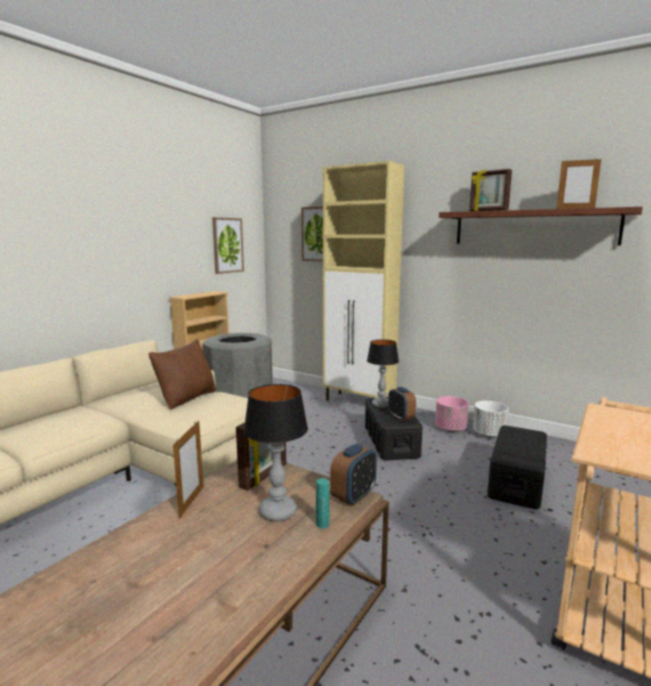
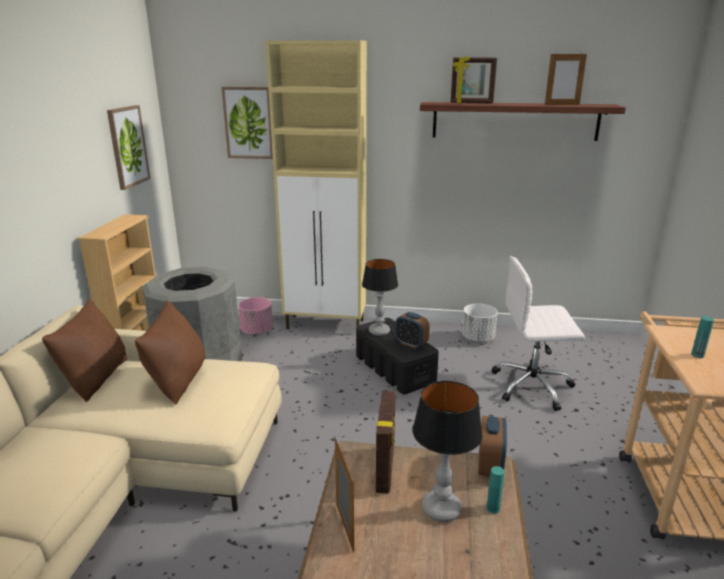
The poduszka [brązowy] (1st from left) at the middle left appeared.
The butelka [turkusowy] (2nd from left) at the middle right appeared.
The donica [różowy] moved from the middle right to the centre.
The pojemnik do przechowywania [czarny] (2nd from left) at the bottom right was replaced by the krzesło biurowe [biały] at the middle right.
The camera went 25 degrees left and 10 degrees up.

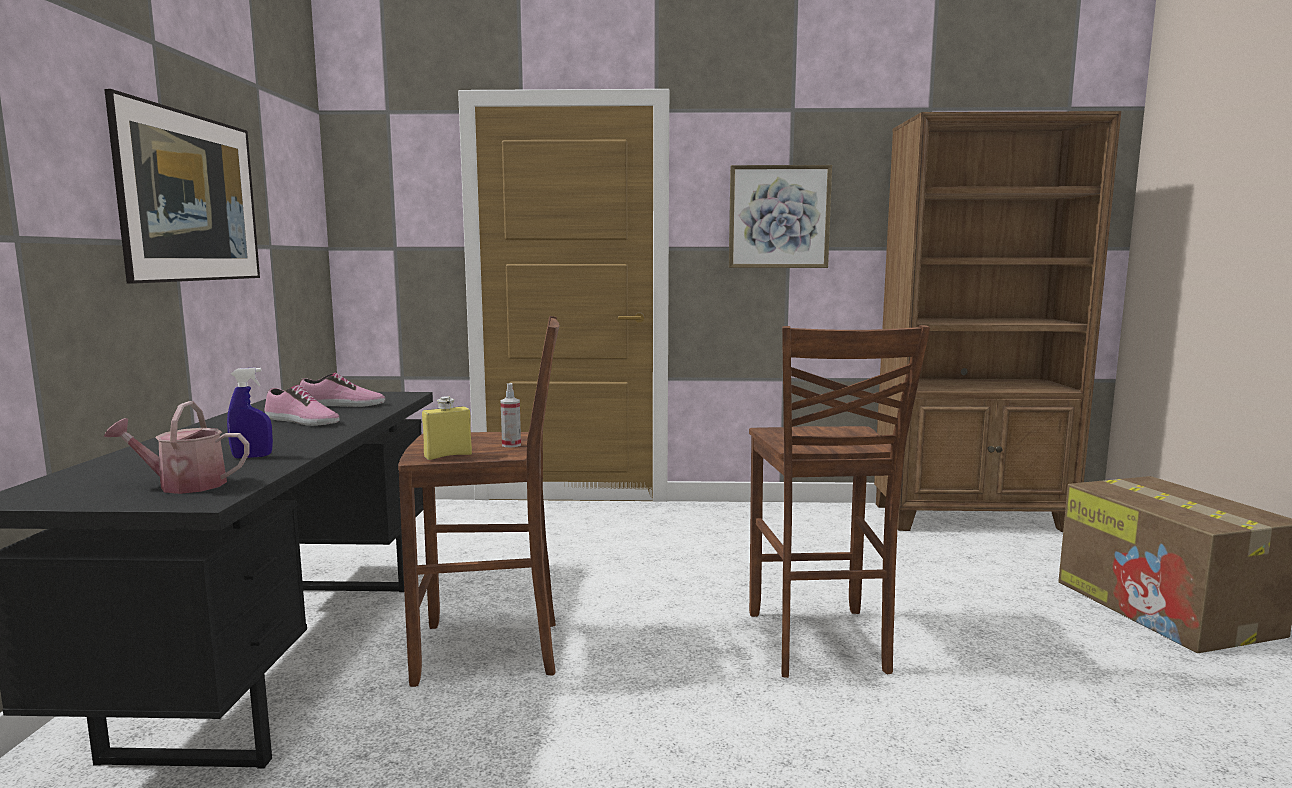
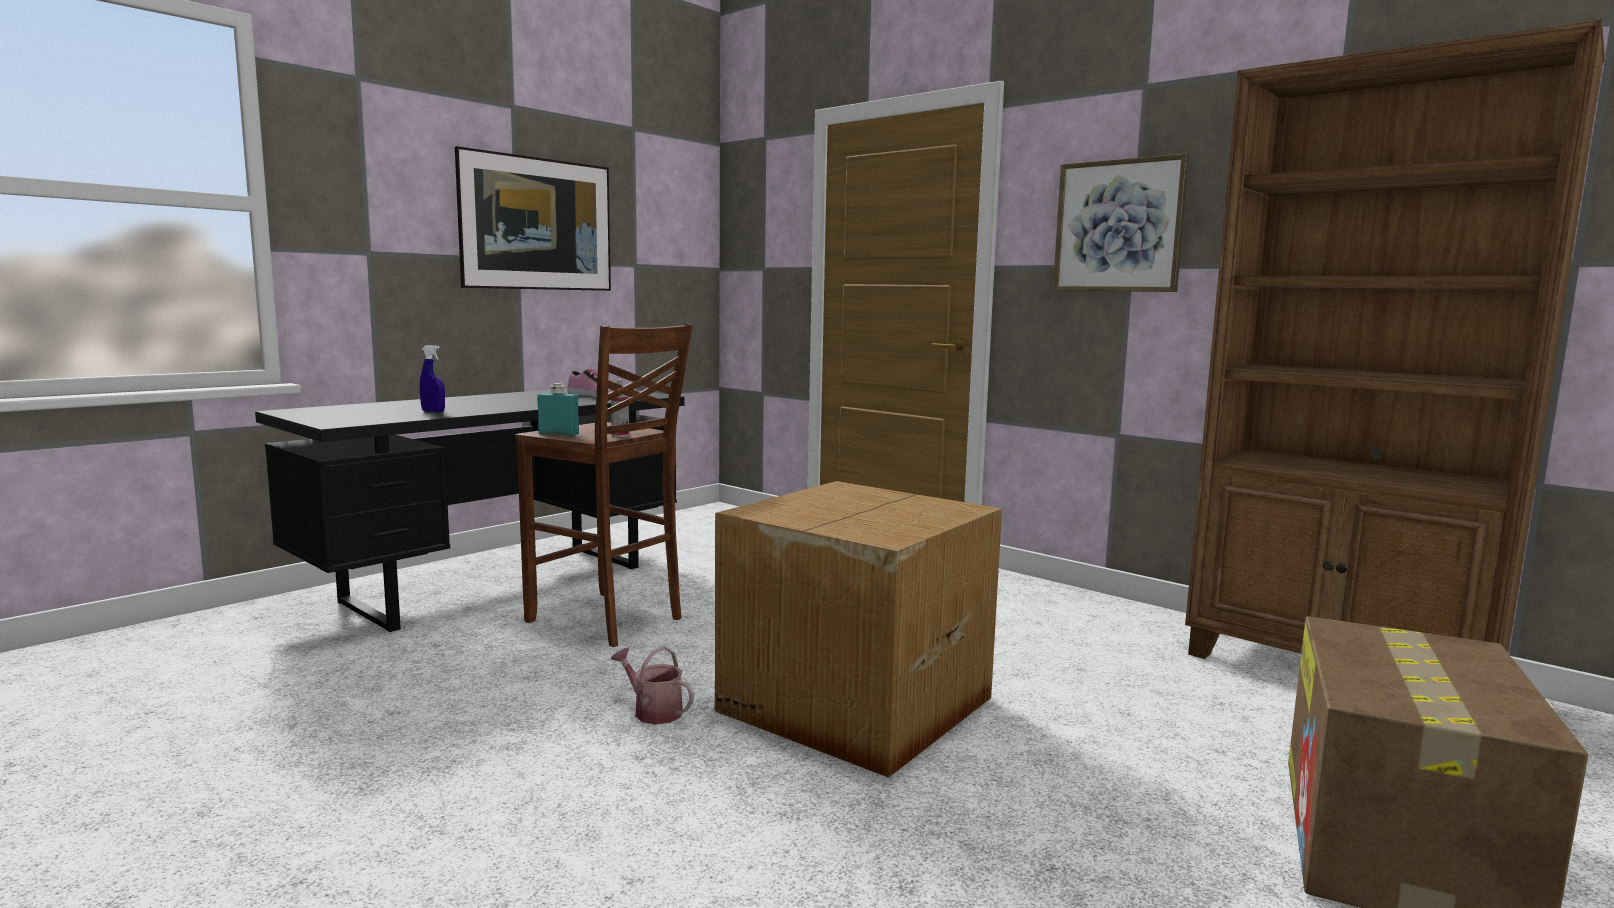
The but (1st from left) at the middle left disappeared.
The konewka moved from the middle left to the bottom centre.
The stołek [brązowy] (2nd from left) at the centre was replaced by the karton (1st from left) at the bottom centre.
The butelka [żółty] at the centre became the butelka [turkusowy] at the centre.
The camera went 40 degrees right and 0 degrees up.

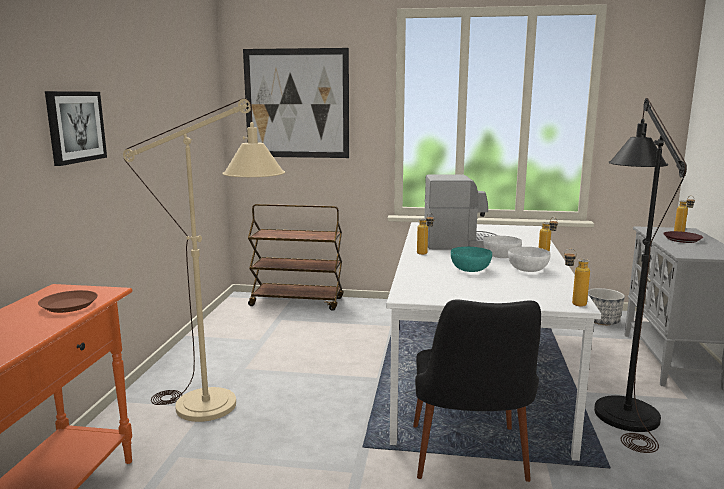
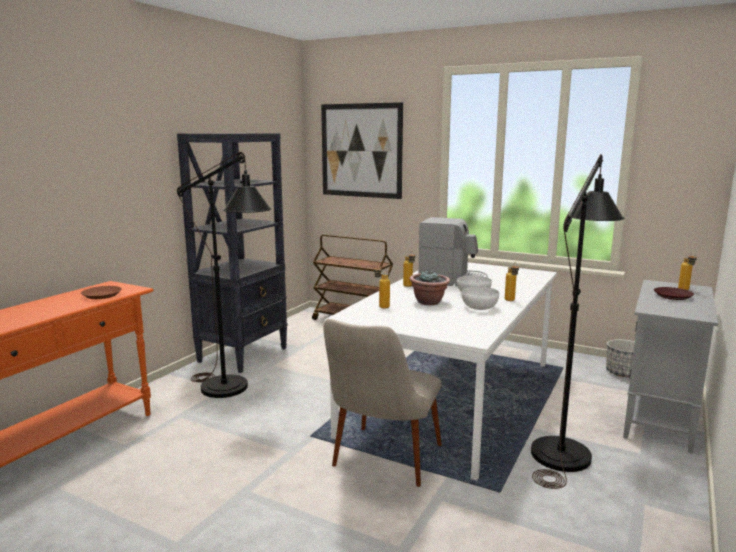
The obraz (1st from left) at the top left disappeared.
The regał [czarny] at the middle left appeared.
The butelka (3rd from left in the first image) moved from the middle right to the centre.
The miska [turkusowy] at the centre was replaced by the roślina doniczkowa at the centre.
The lampa stojąca [beżowy] at the middle left became the lampa stojąca [czarny] (1st from left) at the middle left.
The krzesło [czarny] at the bottom centre became the krzesło [beżowy] at the bottom centre.
The camera went 20 degrees right and 0 degrees up.

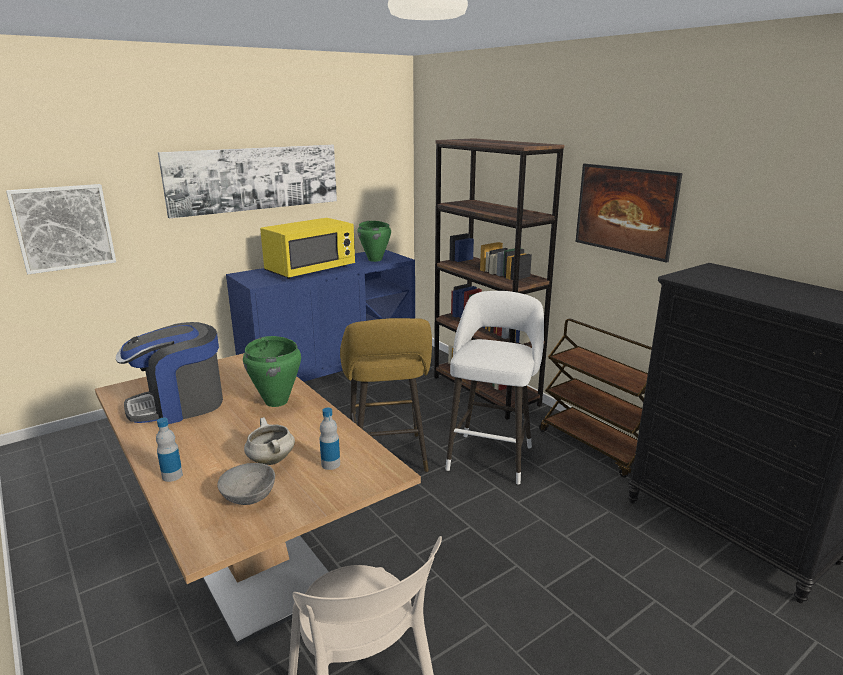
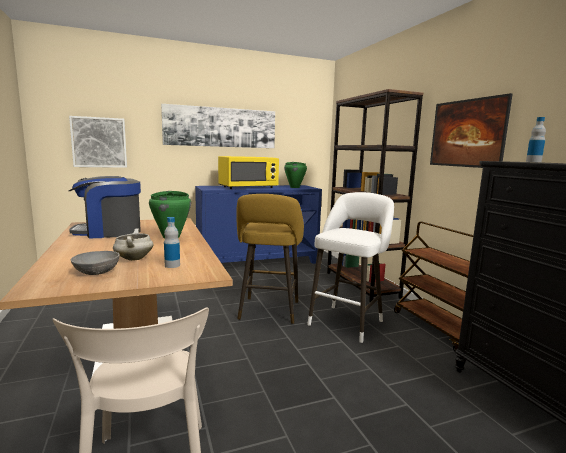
The butelka (1st from left in the first image) moved from the bottom left to the top right.
The camera went 15 degrees right and 10 degrees down.

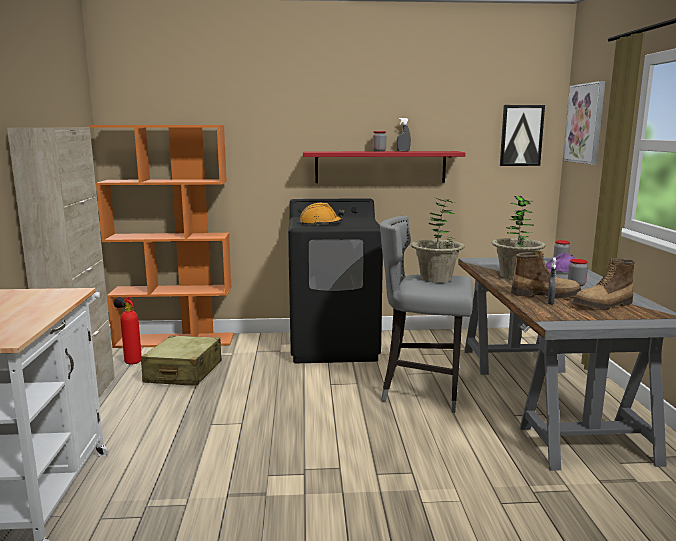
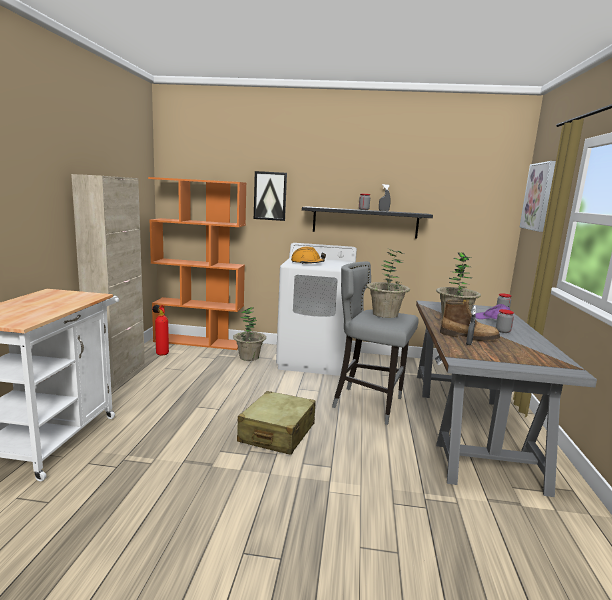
The but z cholewką (2nd from left) at the middle right disappeared.
The roślina doniczkowa (1st from left) at the centre appeared.
The walizka [beżowy] moved from the middle left to the bottom centre.
The obraz (1st from left) moved from the top right to the top centre.
The pralka [czarny] at the centre became the pralka [biały] at the centre.
The półka [czerwony] at the top centre became the półka [czarny] at the centre.
The camera went 10 degrees right and 0 degrees up.

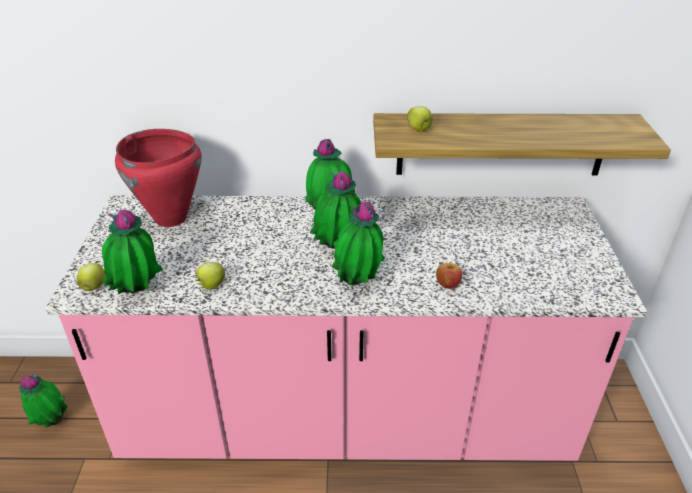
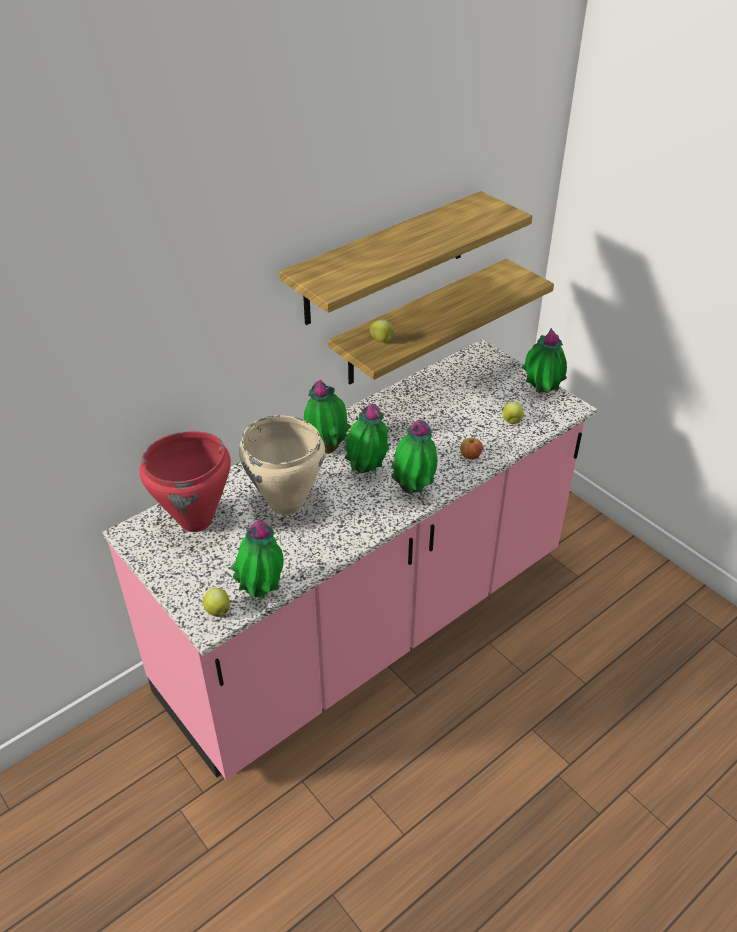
The garnek [beżowy] at the centre appeared.
The półka (1st from left) at the top centre appeared.
The roślina doniczkowa (1st from left in the first image) moved from the bottom left to the middle right.
The jabłko (2nd from left in the first image) moved from the middle left to the middle right.
The camera went 40 degrees left and 5 degrees up.

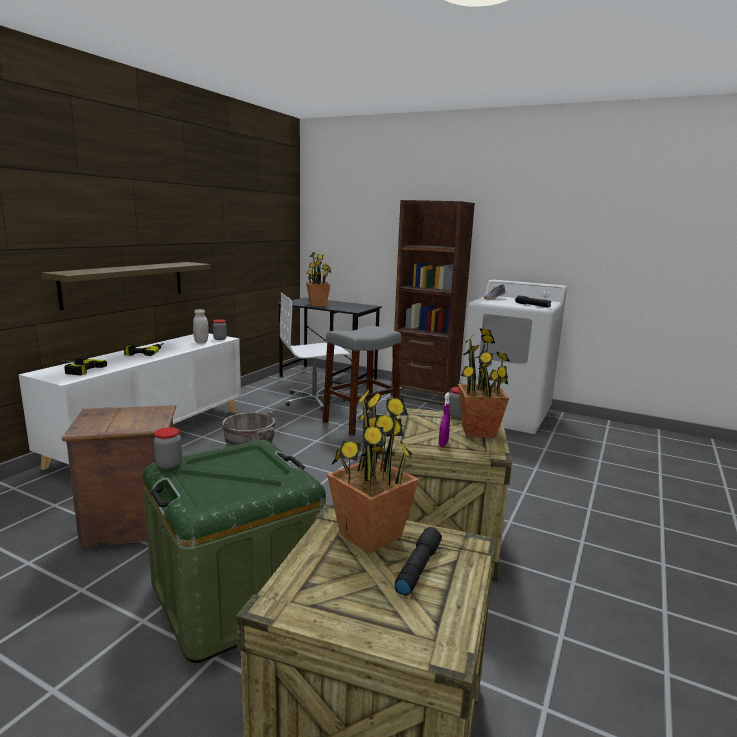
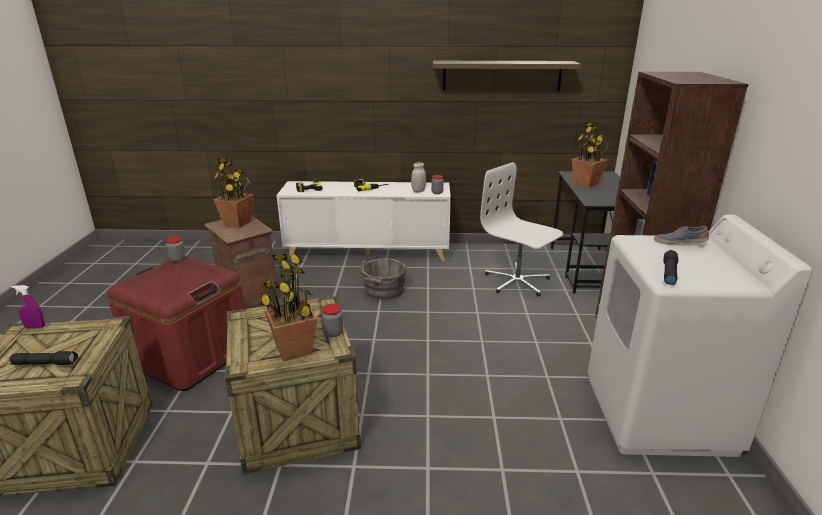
The stołek [szary] at the centre disappeared.
The półka moved from the middle left to the top centre.
The roślina doniczkowa (2nd from left in the first image) moved from the centre to the middle left.
The spryskiwacz [fioletowy] moved from the centre to the middle left.
The pojemnik do przechowywania [zielony] at the bottom left became the pojemnik do przechowywania [czerwony] at the middle left.
The camera went 65 degrees right and 10 degrees up.

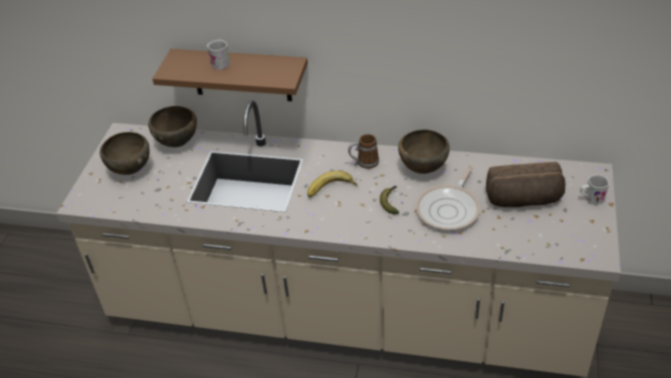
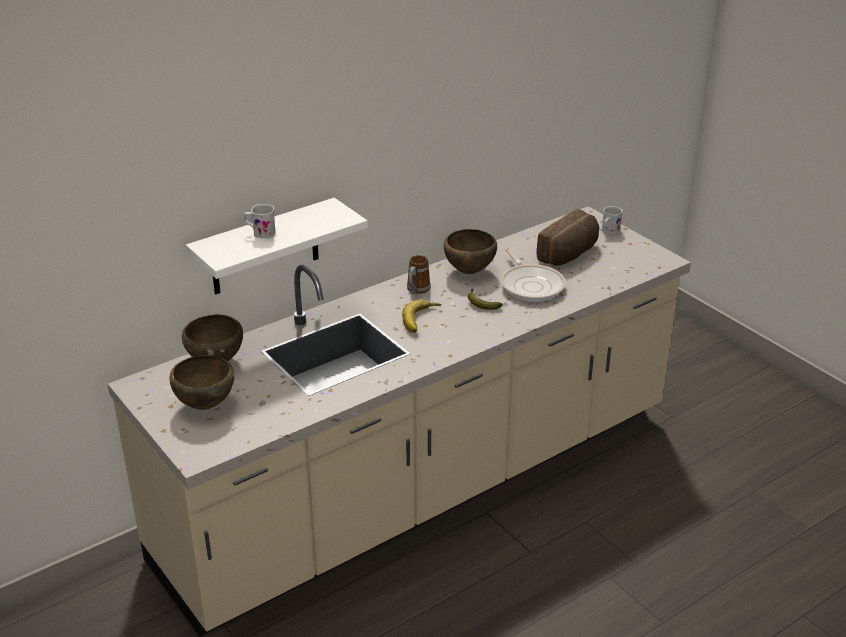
The półka [brązowy] at the top centre became the półka [biały] at the middle left.
The camera went 50 degrees left and 10 degrees down.

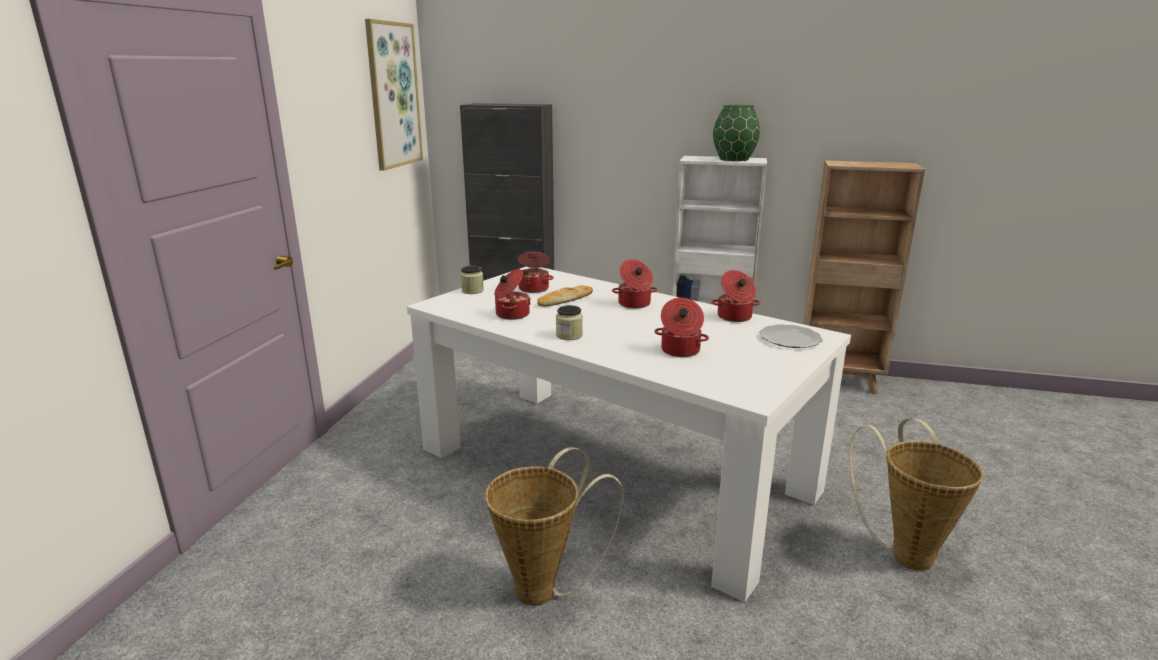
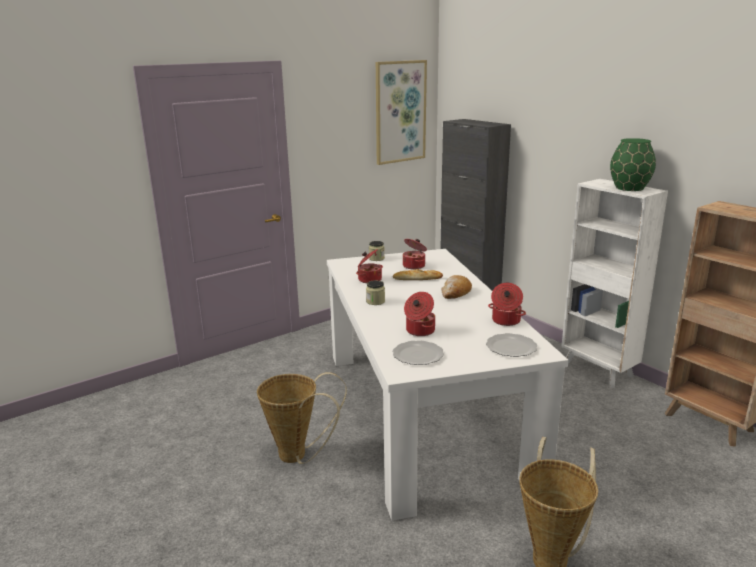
The talerz (1st from left) at the centre appeared.
The garnek (3rd from left) at the centre was replaced by the chleb (2nd from left) at the centre.
The camera went 40 degrees right and 0 degrees up.

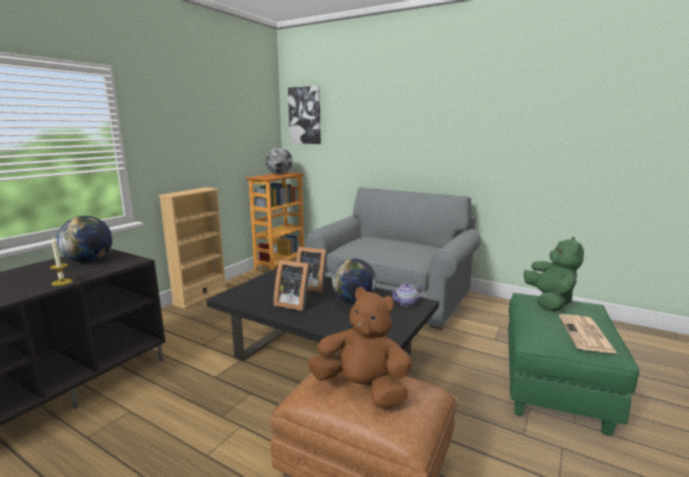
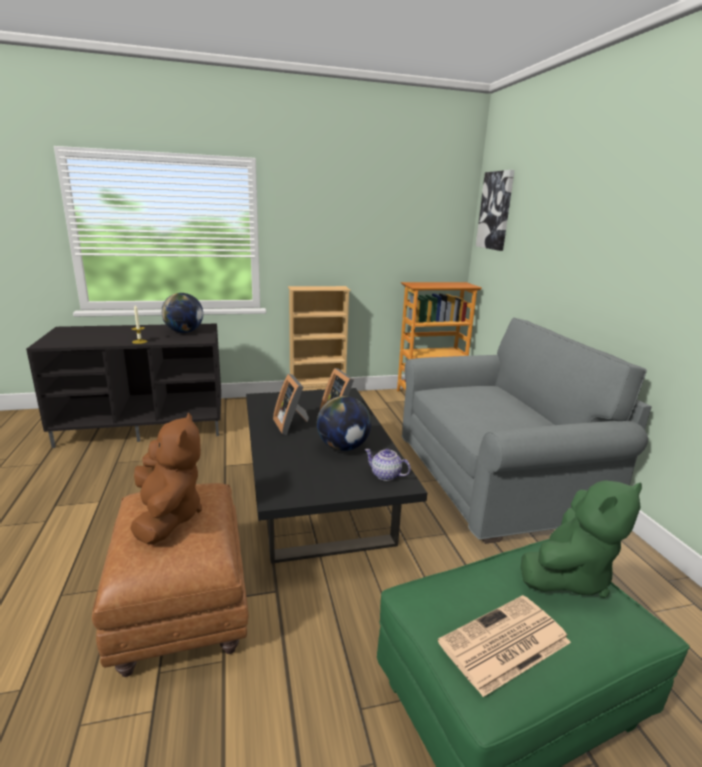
The globus (2nd from left) at the centre disappeared.
The camera went 45 degrees right and 5 degrees up.

